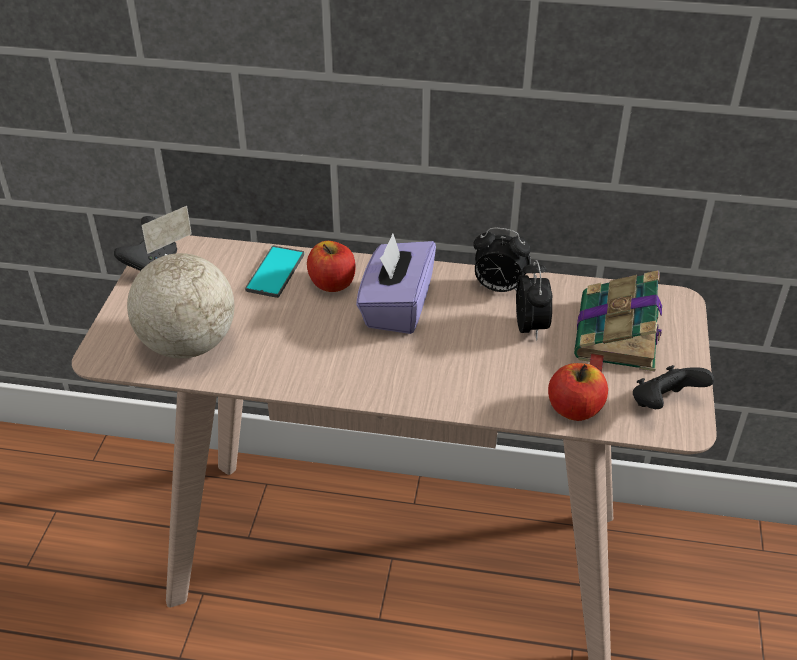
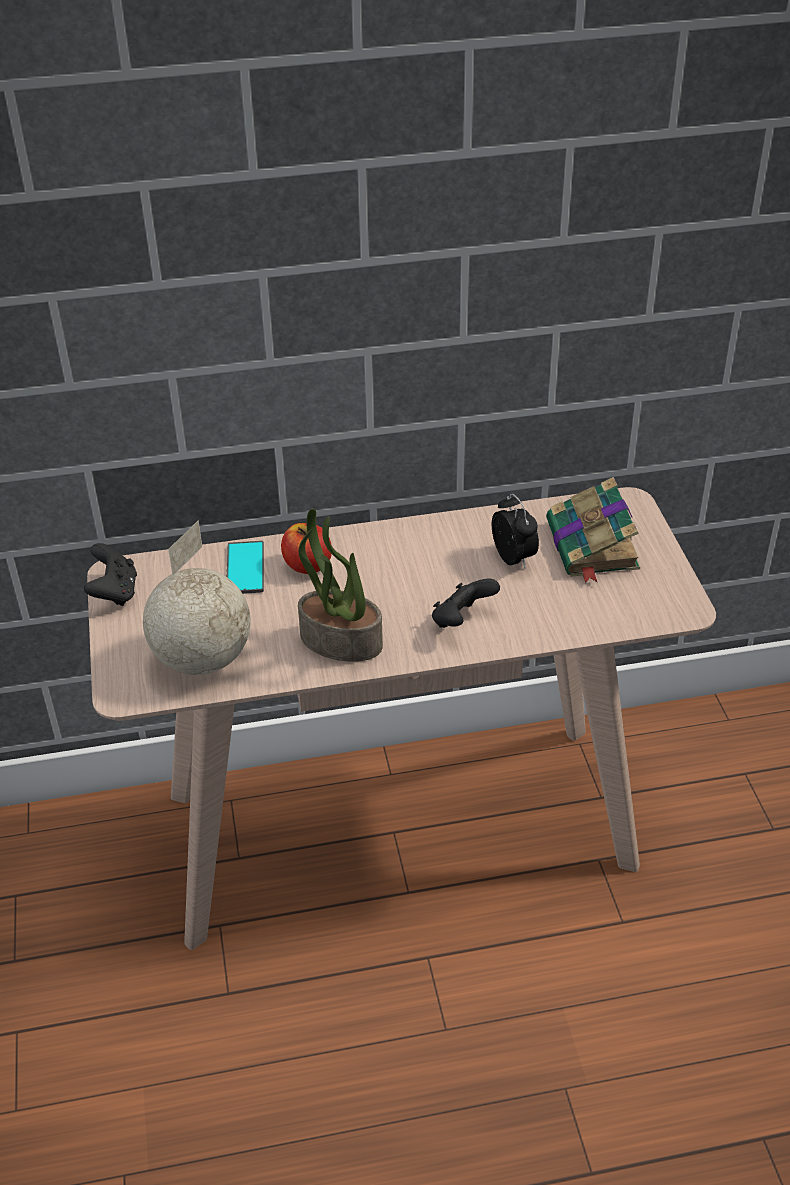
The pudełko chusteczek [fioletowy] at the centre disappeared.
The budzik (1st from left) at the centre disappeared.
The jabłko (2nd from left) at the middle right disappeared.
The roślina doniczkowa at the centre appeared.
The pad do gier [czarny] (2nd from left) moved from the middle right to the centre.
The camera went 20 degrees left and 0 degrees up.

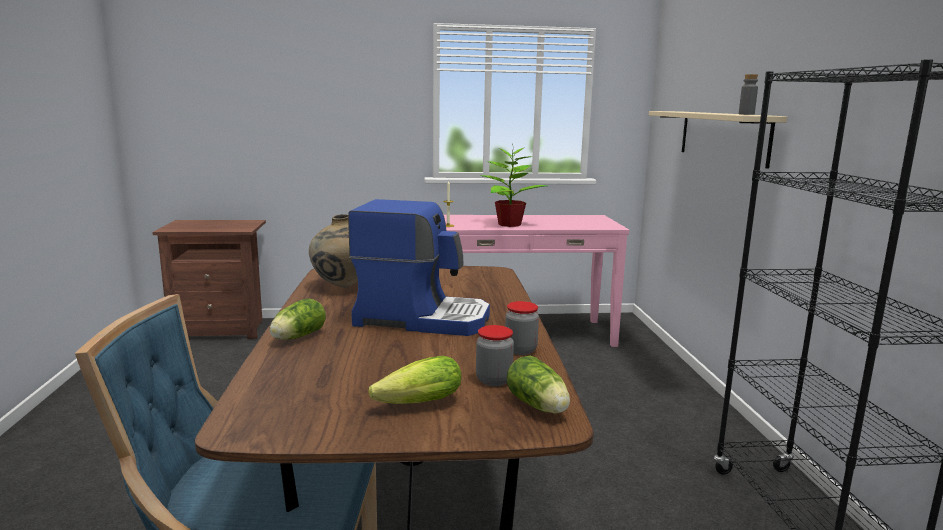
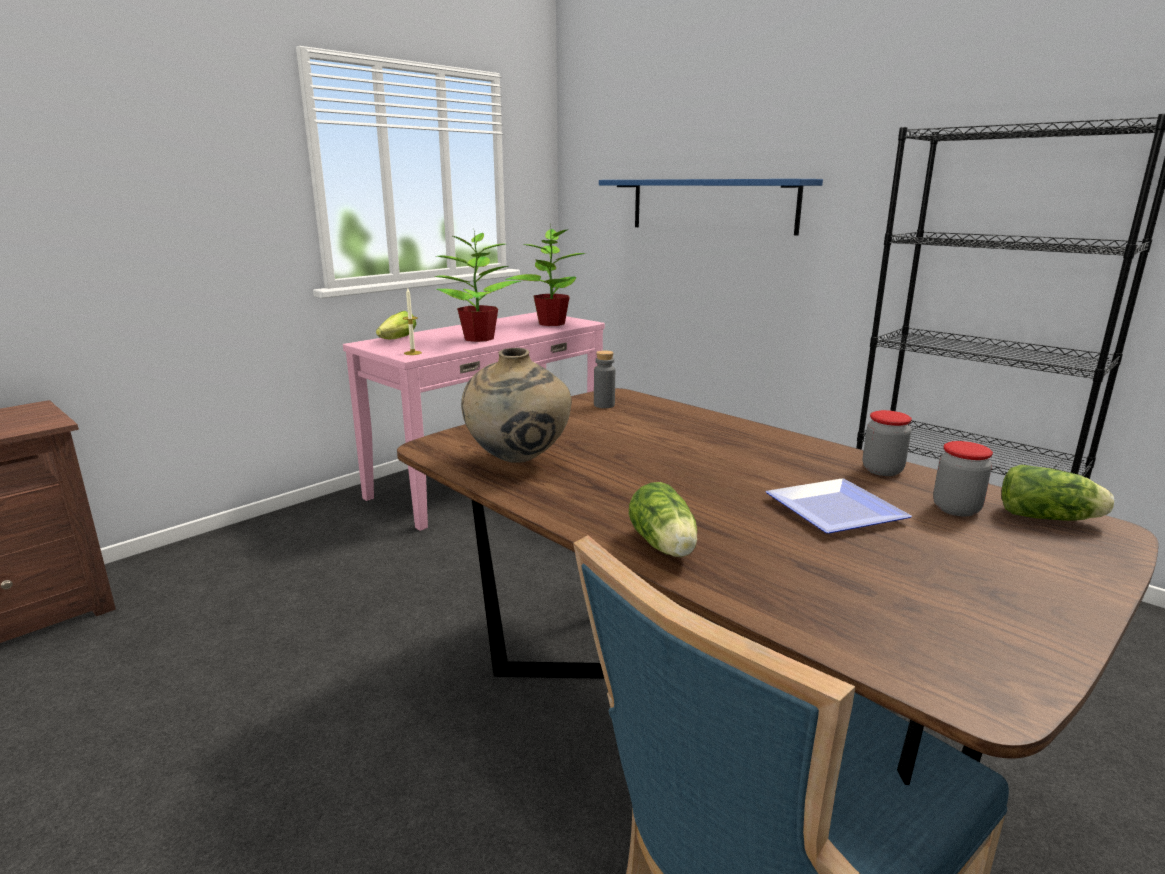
The ekspres do kawy at the centre disappeared.
The roślina doniczkowa (2nd from left) at the top centre appeared.
The talerz at the middle right appeared.
The sałata (2nd from left in the first image) moved from the bottom centre to the centre.
The butelka [szary] moved from the top right to the centre.
The półka [beżowy] at the top right became the półka [niebieski] at the top centre.
The camera went 40 degrees left and 5 degrees up.

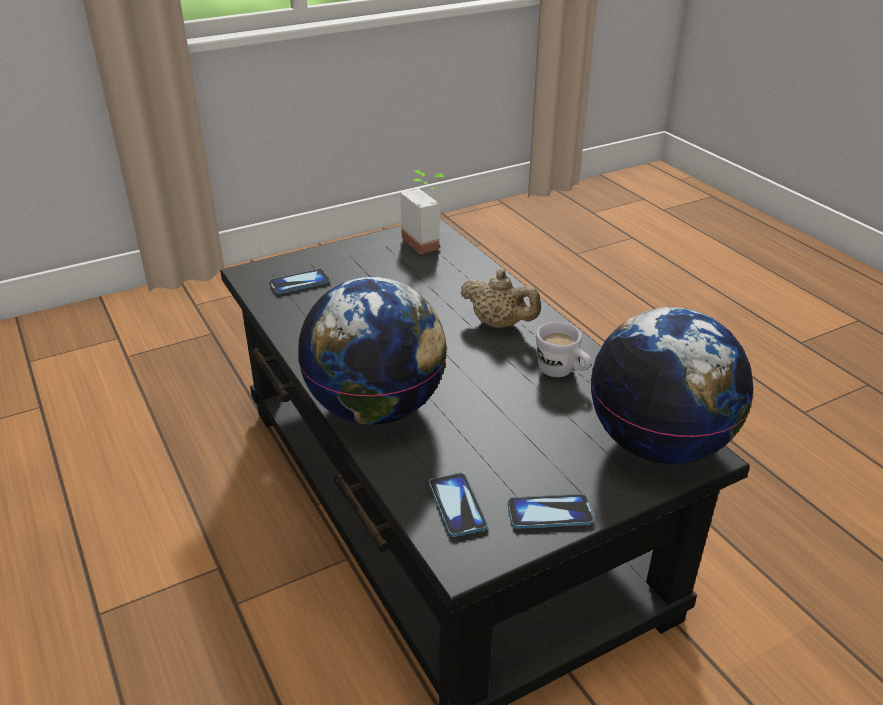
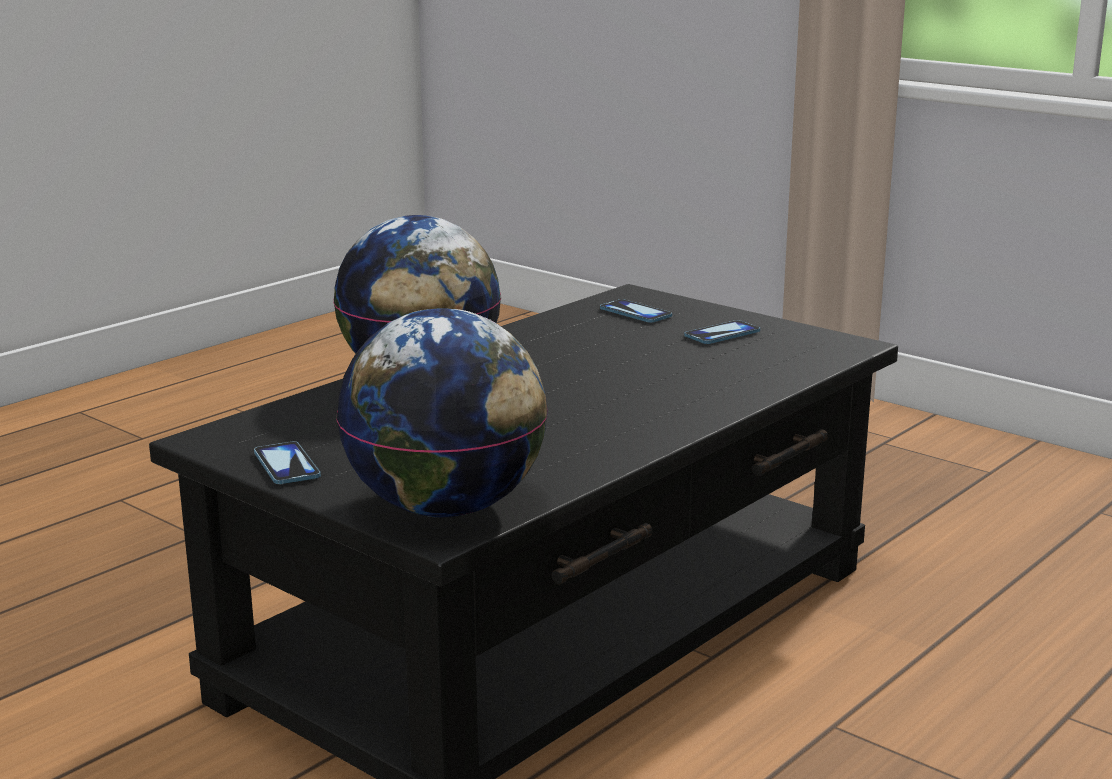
The roślina doniczkowa at the top centre disappeared.
The imbryk [beżowy] at the centre disappeared.
The kubek [biały] at the centre disappeared.
The telefon (2nd from left in the first image) moved from the bottom centre to the centre.
The camera went 70 degrees right and 15 degrees down.

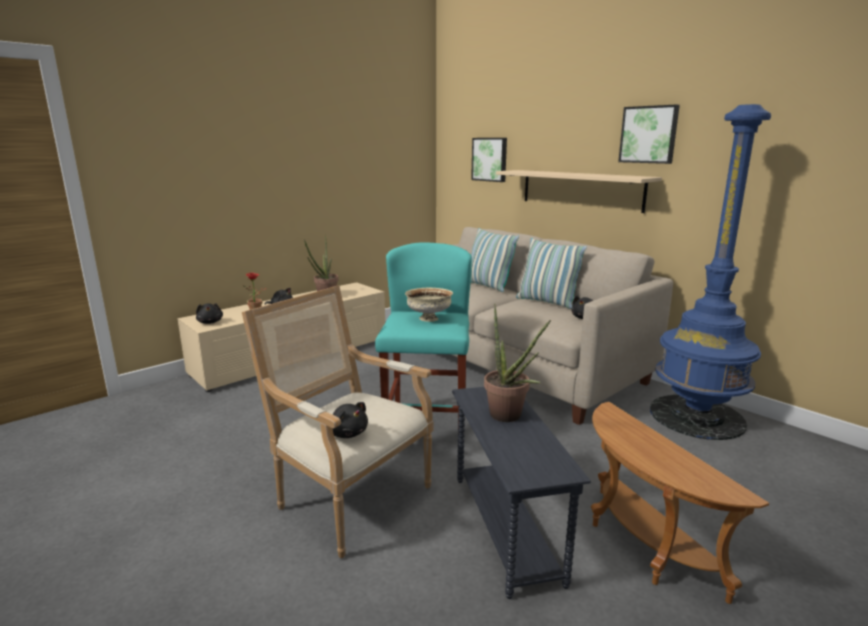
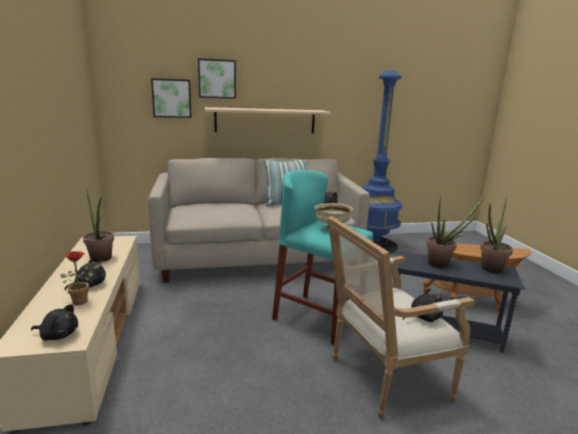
The poduszka (1st from left) at the centre disappeared.
The roślina doniczkowa (4th from left) at the middle right appeared.
The obraz (2nd from left) moved from the top right to the top centre.
The camera went 60 degrees left and 0 degrees up.

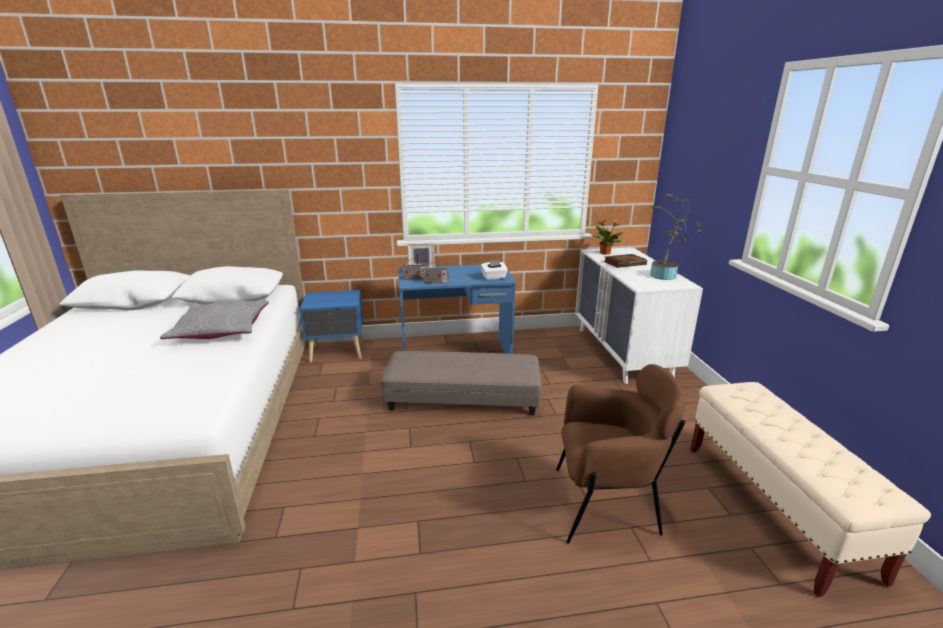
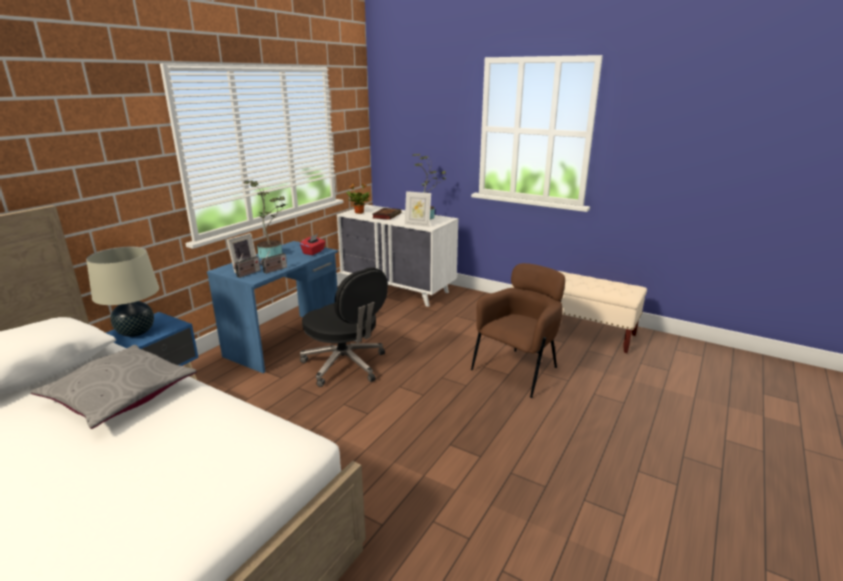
The lampa stołowa [beżowy] at the middle left appeared.
The roślina doniczkowa (1st from left) at the middle left appeared.
The ramka na zdjęcie (2nd from left) at the centre appeared.
The pufa [szary] at the centre was replaced by the krzesło biurowe [czarny] at the centre.
The pudełko chusteczek [biały] at the centre became the pudełko chusteczek [czerwony] at the centre.
The camera went 50 degrees left and 0 degrees up.

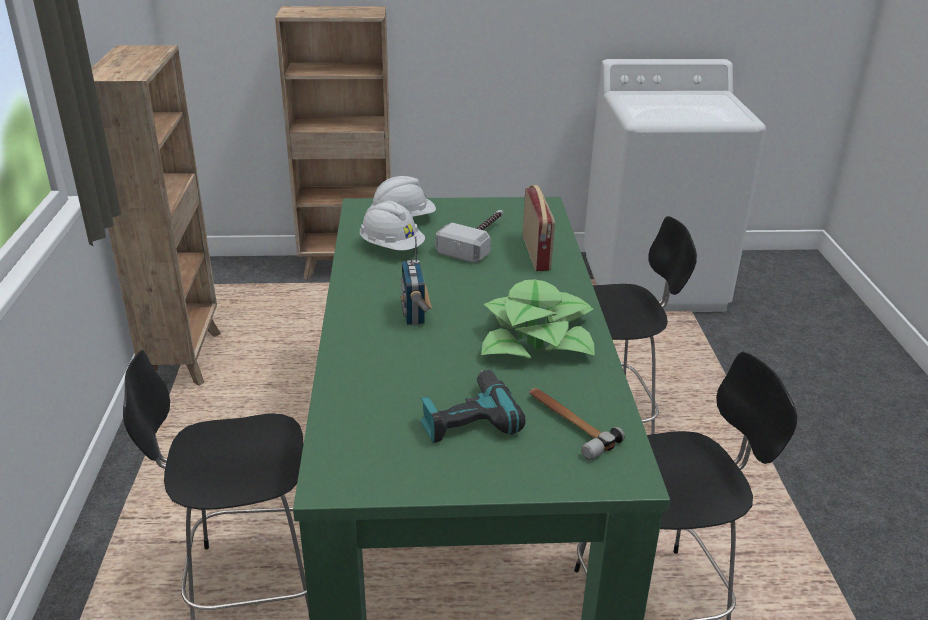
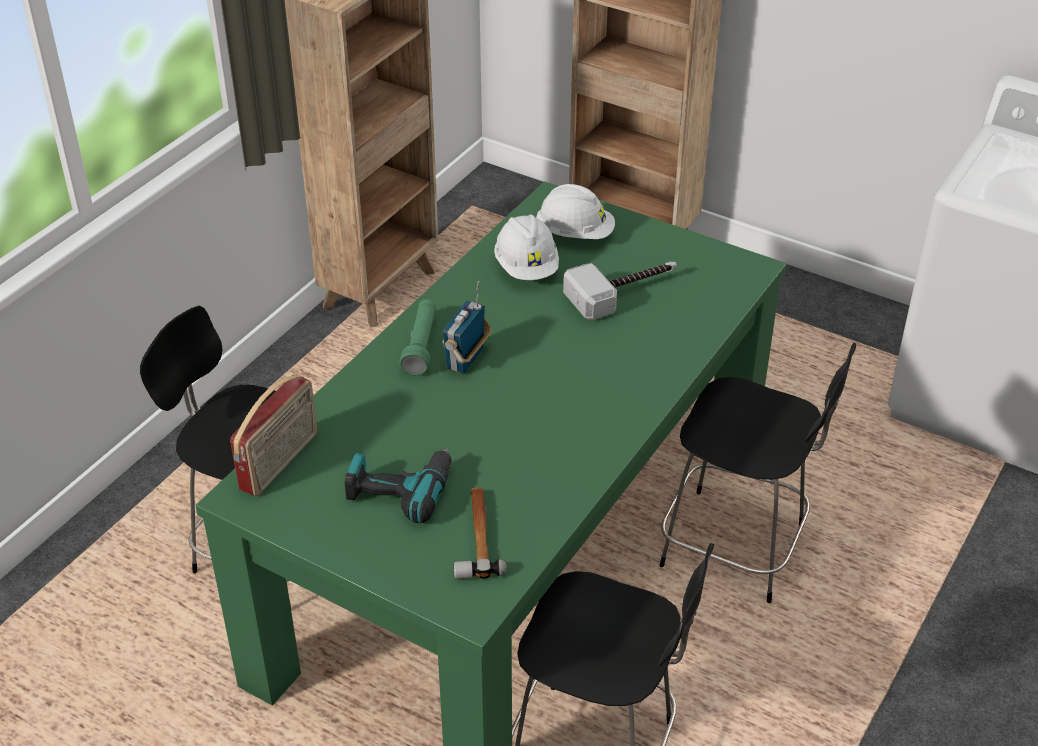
The roślina doniczkowa at the centre disappeared.
The latarka [zielony] at the centre appeared.
The radio (2nd from left in the first image) moved from the centre to the middle left.
The camera went 35 degrees right and 10 degrees up.

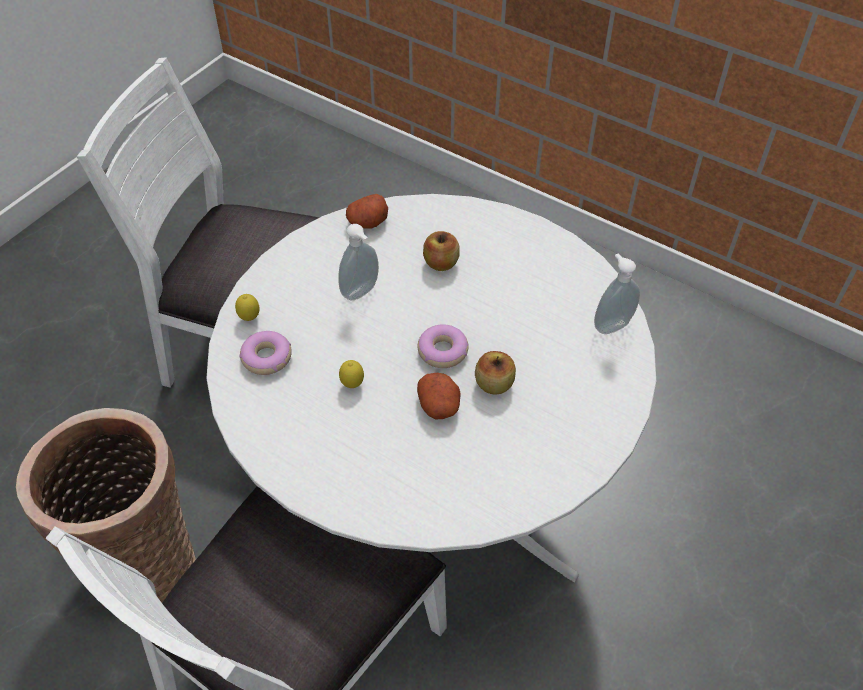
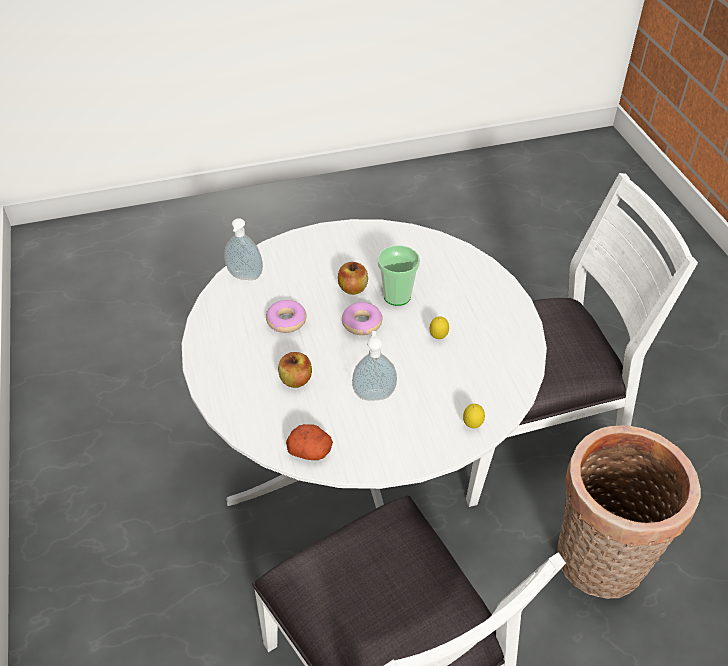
The donut (1st from left) moved from the middle left to the centre.
The ziemniak (2nd from left) at the centre was replaced by the filiżanka at the centre.
The camera went 140 degrees left and 5 degrees down.

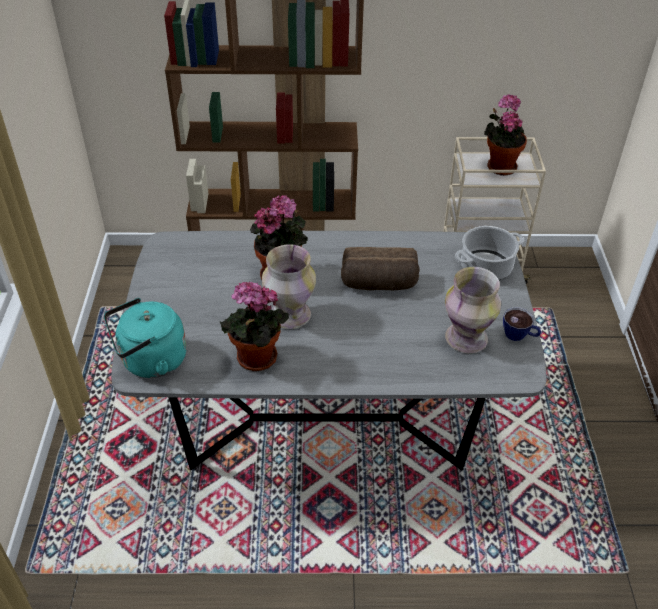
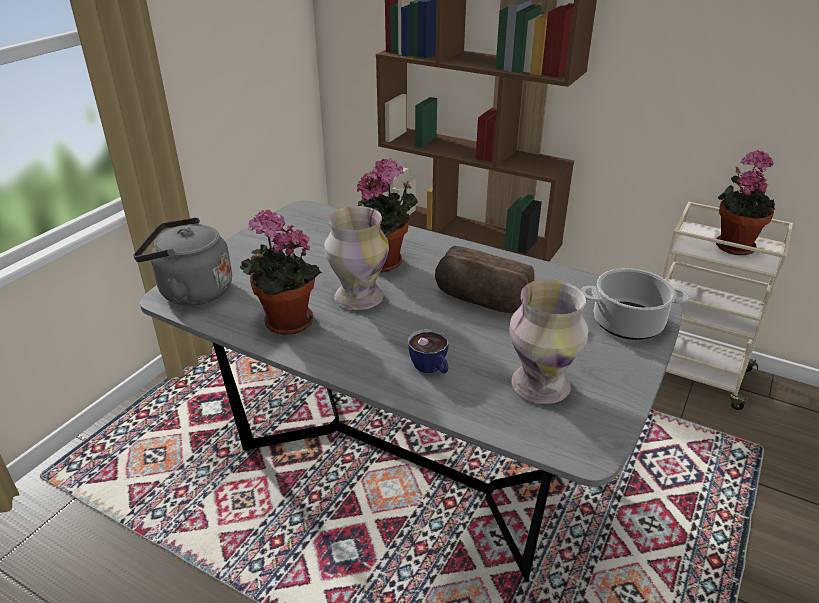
The filiżanka moved from the middle right to the centre.
The czajnik [turkusowy] at the middle left became the czajnik [szary] at the middle left.
The camera went 30 degrees right and 10 degrees down.

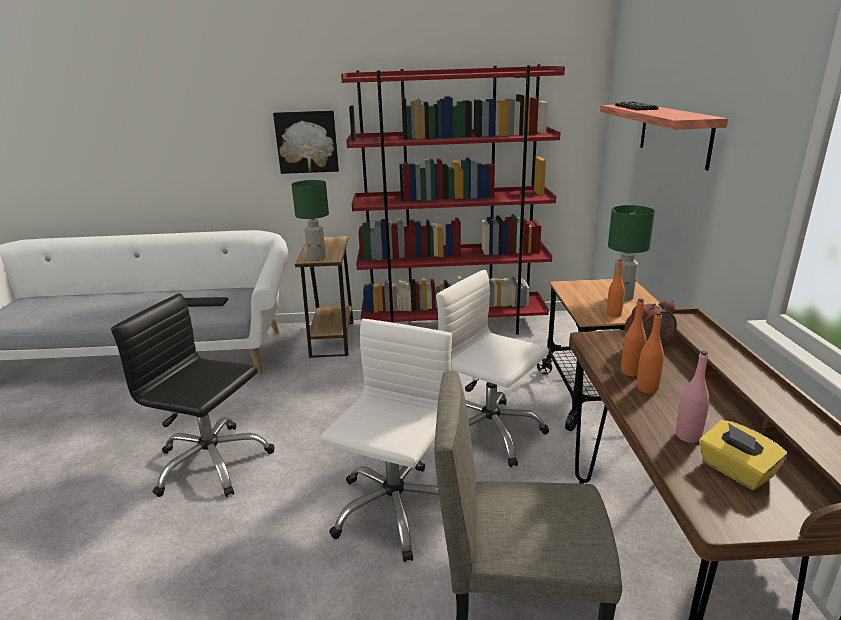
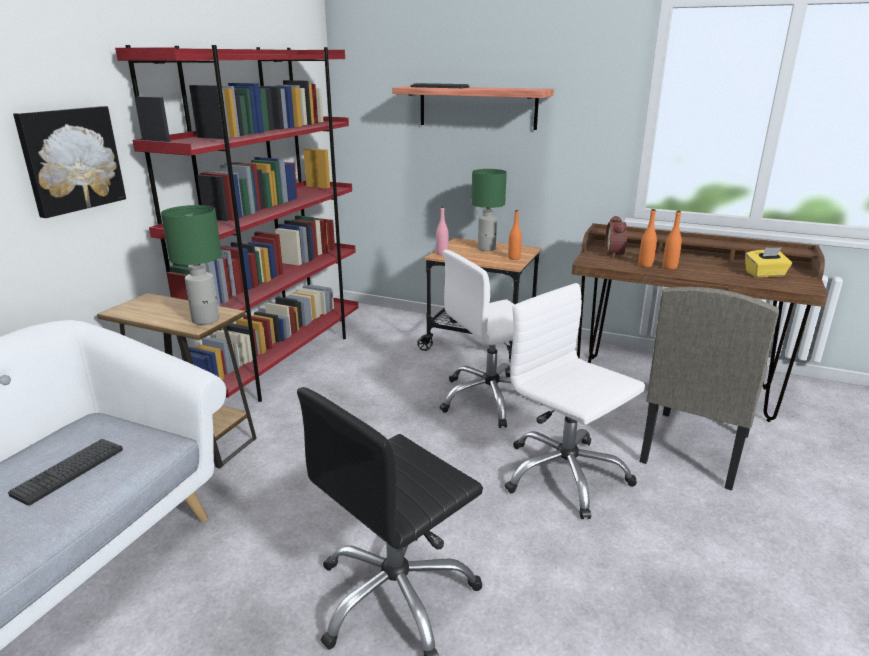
The butelka [różowy] moved from the middle right to the centre.
The camera went 65 degrees left and 0 degrees up.

